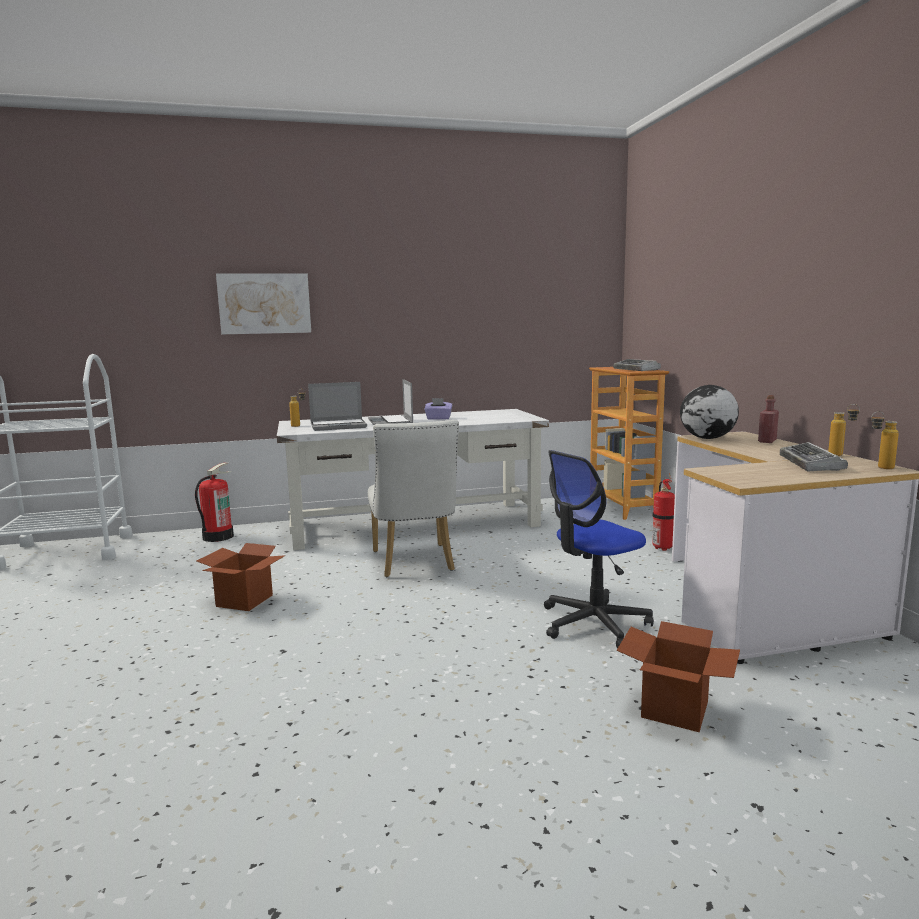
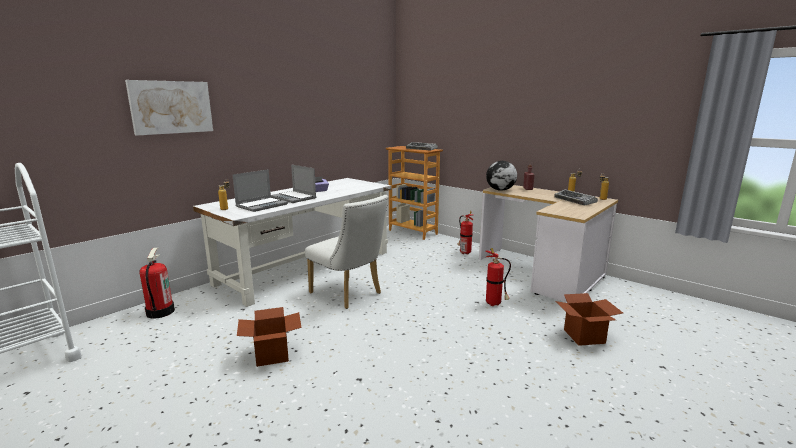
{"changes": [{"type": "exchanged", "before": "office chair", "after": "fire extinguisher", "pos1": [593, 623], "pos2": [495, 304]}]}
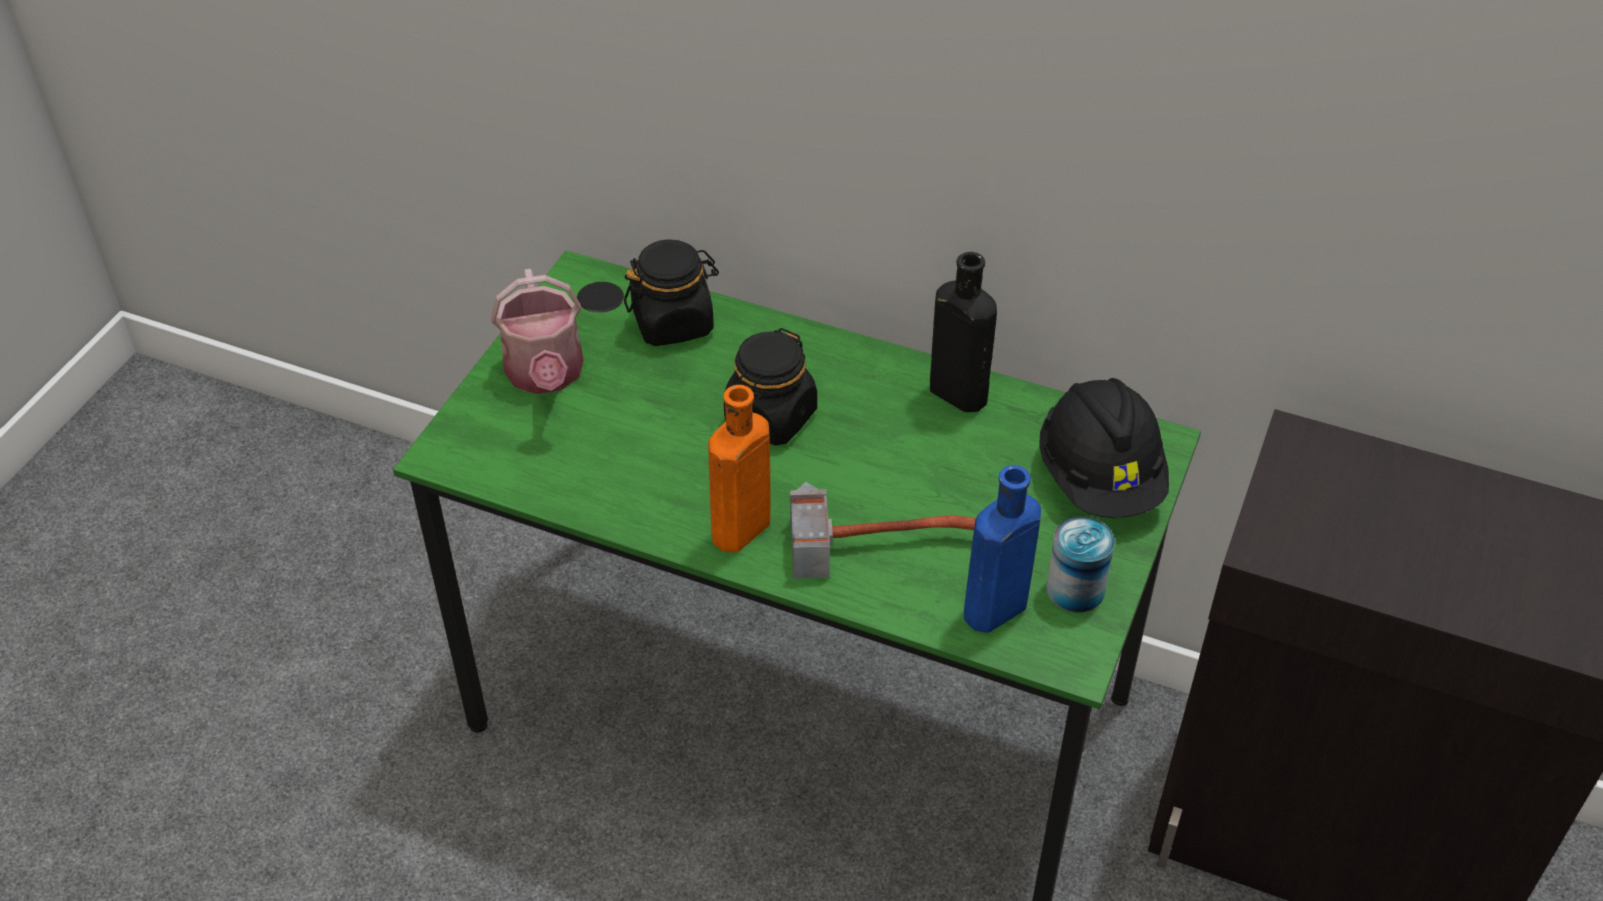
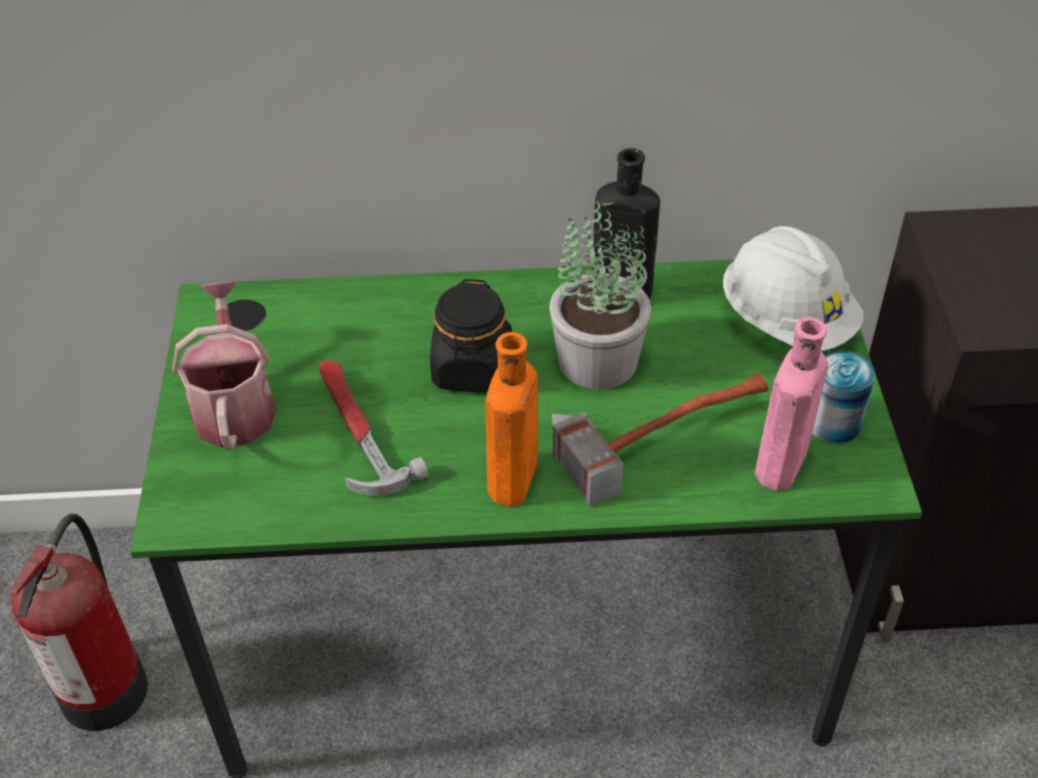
{"changes": [{"type": "spun", "before": "sprinkling can", "pos1": [546, 375], "pos2": [234, 405], "turn": -150}, {"type": "missing", "before": "jar in blackish", "pos1": [673, 322]}, {"type": "colour", "before": "bottle in blue-coloured", "after": "bottle in pink-coloured", "pos1": [991, 612], "pos2": [779, 469]}, {"type": "colour", "before": "hard hat in blackish", "after": "hard hat in whitish", "pos1": [1100, 478], "pos2": [786, 321]}, {"type": "appeared", "after": "fire extinguisher", "pos2": [106, 686]}, {"type": "appeared", "after": "tool hammer", "pos2": [357, 431]}, {"type": "appeared", "after": "plant in a pot", "pos2": [596, 360]}]}
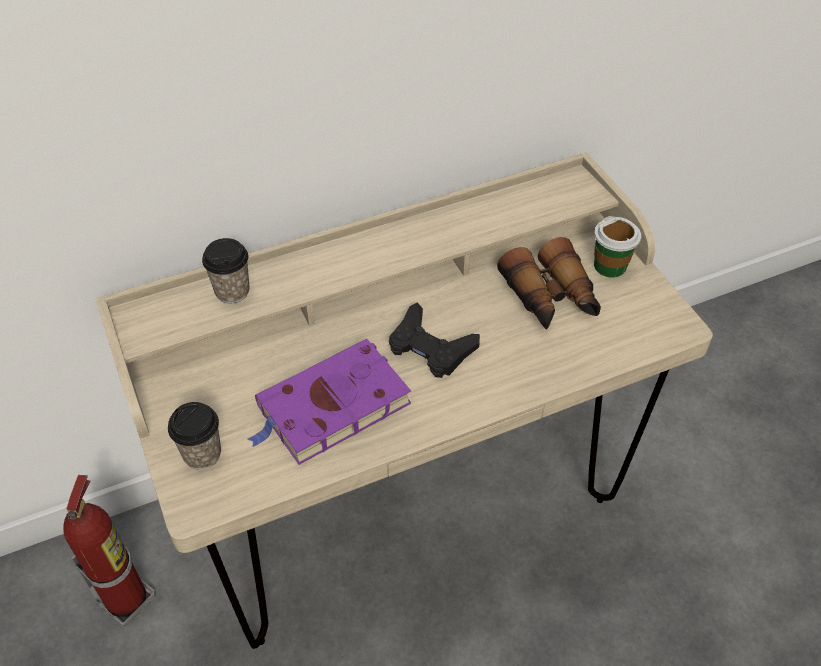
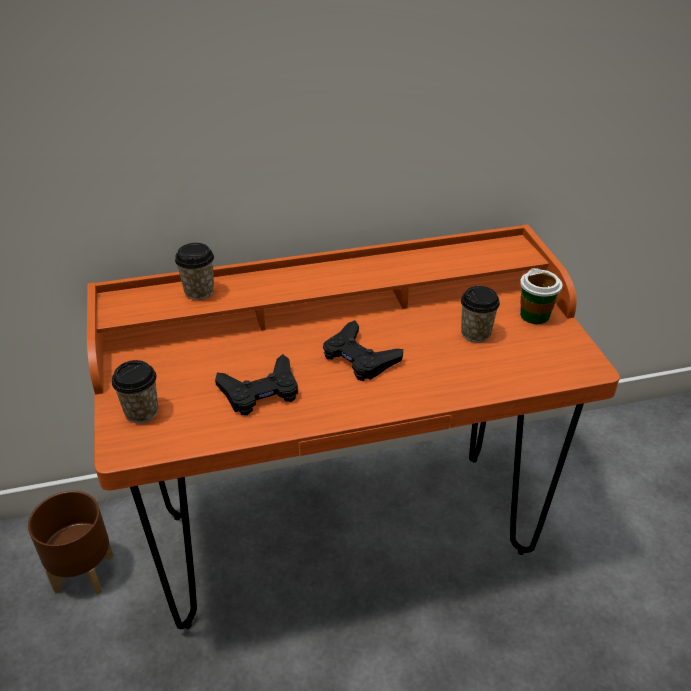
{"changes": [{"type": "exchanged", "before": "fire extinguisher", "after": "planter in brown", "pos1": [127, 599], "pos2": [84, 572]}, {"type": "colour", "before": "desk unit in beige", "after": "desk unit in orange-coloured", "pos1": [409, 507], "pos2": [344, 533]}, {"type": "exchanged", "before": "book in purple-coloured", "after": "game controller in blackish", "pos1": [330, 408], "pos2": [260, 391]}, {"type": "exchanged", "before": "binoculars", "after": "drinking cup", "pos1": [551, 298], "pos2": [475, 333]}]}
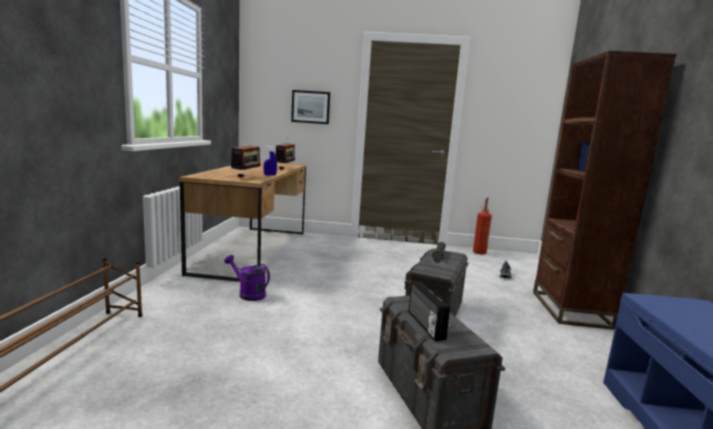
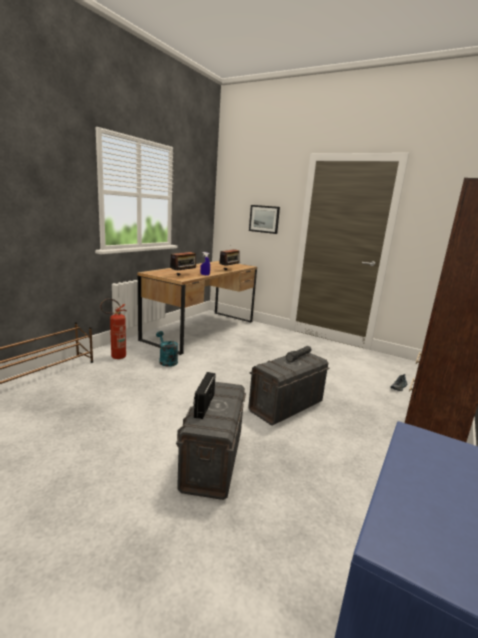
{"changes": [{"type": "colour", "before": "sprinkling can in purple-coloured", "after": "sprinkling can in blue-green", "pos1": [248, 294], "pos2": [166, 361]}, {"type": "relocated", "before": "fire extinguisher", "pos1": [479, 253], "pos2": [115, 357]}]}
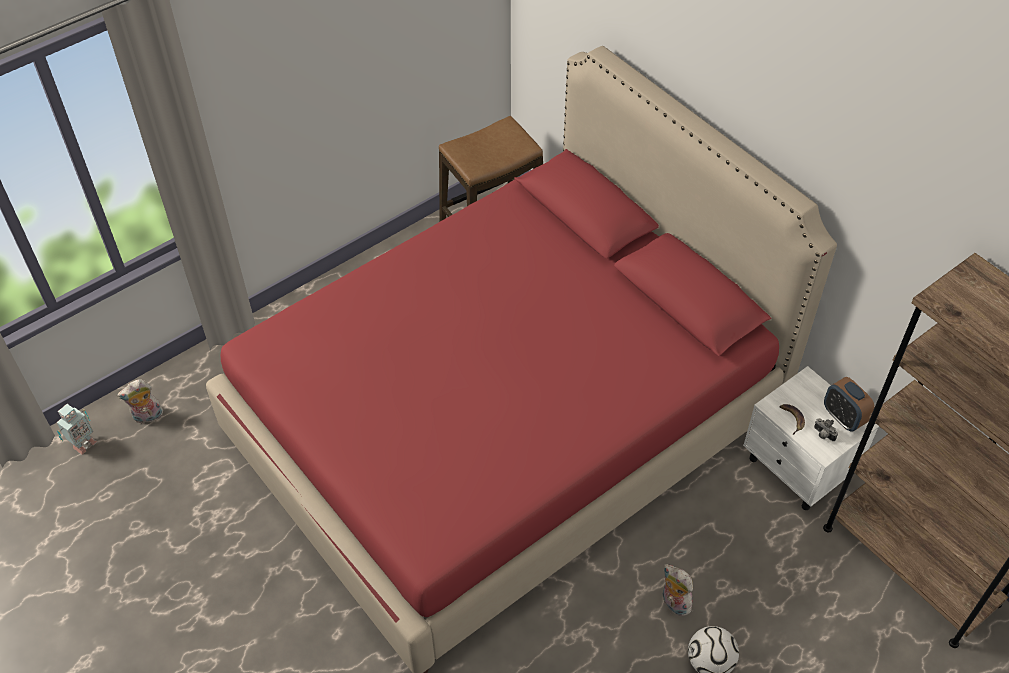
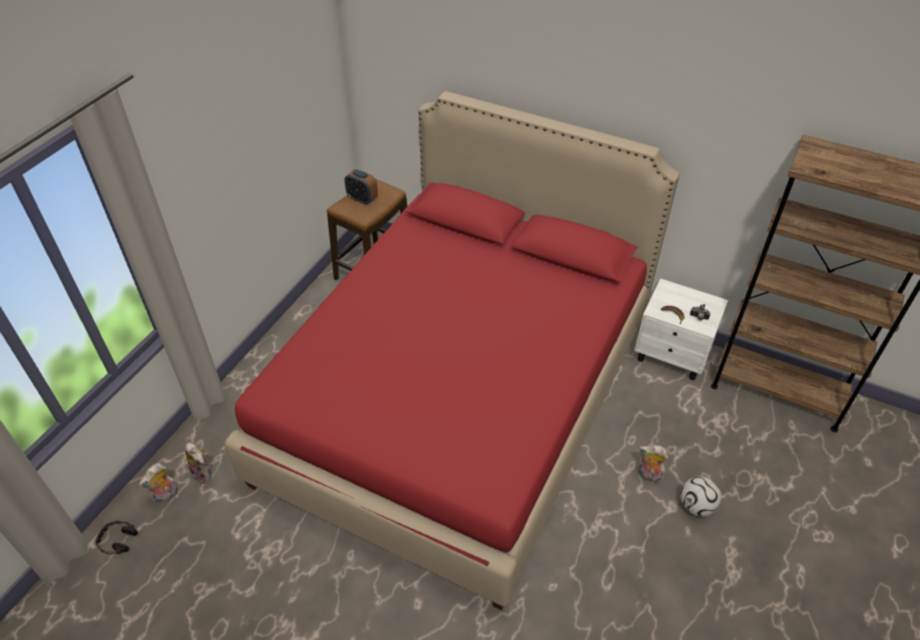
{"changes": [{"type": "exchanged", "before": "robot figure", "after": "headset", "pos1": [83, 444], "pos2": [117, 540]}, {"type": "relocated", "before": "bedside clock", "pos1": [843, 417], "pos2": [362, 199]}, {"type": "appeared", "after": "cuddly toy", "pos2": [204, 474]}]}
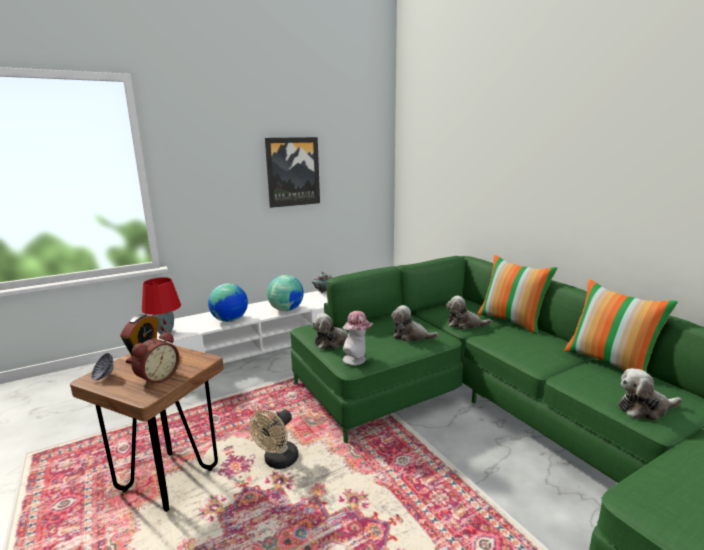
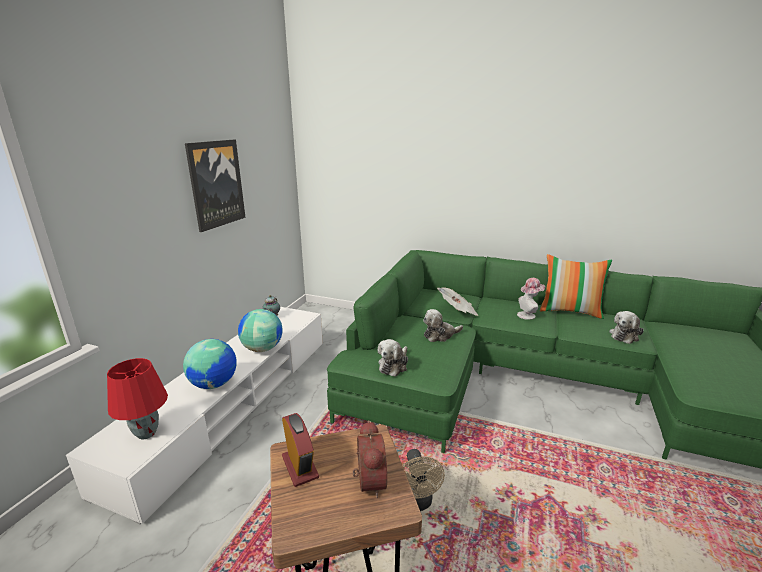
{"changes": [{"type": "missing", "before": "bowl", "pos1": [104, 376]}, {"type": "relocated", "before": "hat", "pos1": [357, 360], "pos2": [528, 315]}, {"type": "exchanged", "before": "cuddly toy", "after": "newspaper", "pos1": [464, 324], "pos2": [457, 311]}, {"type": "missing", "before": "pillow", "pos1": [511, 321]}]}
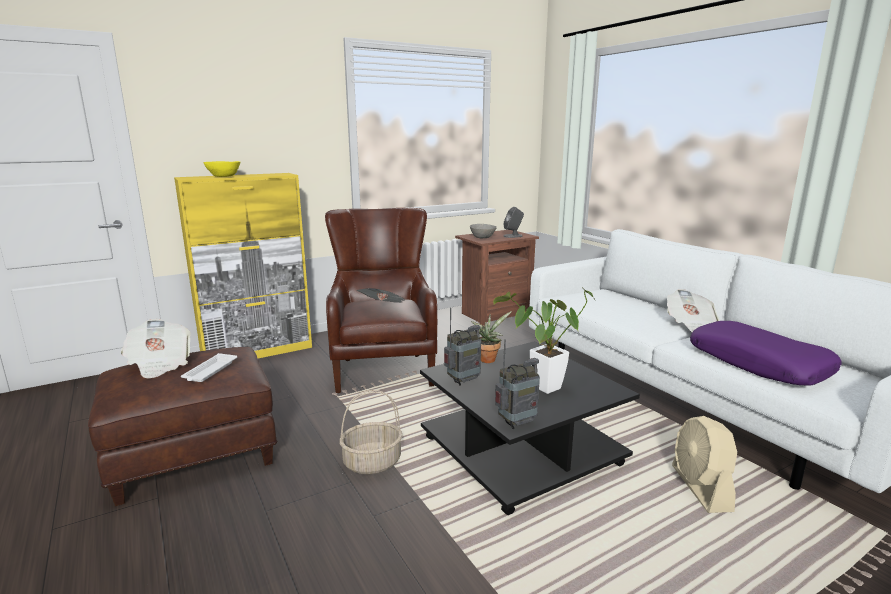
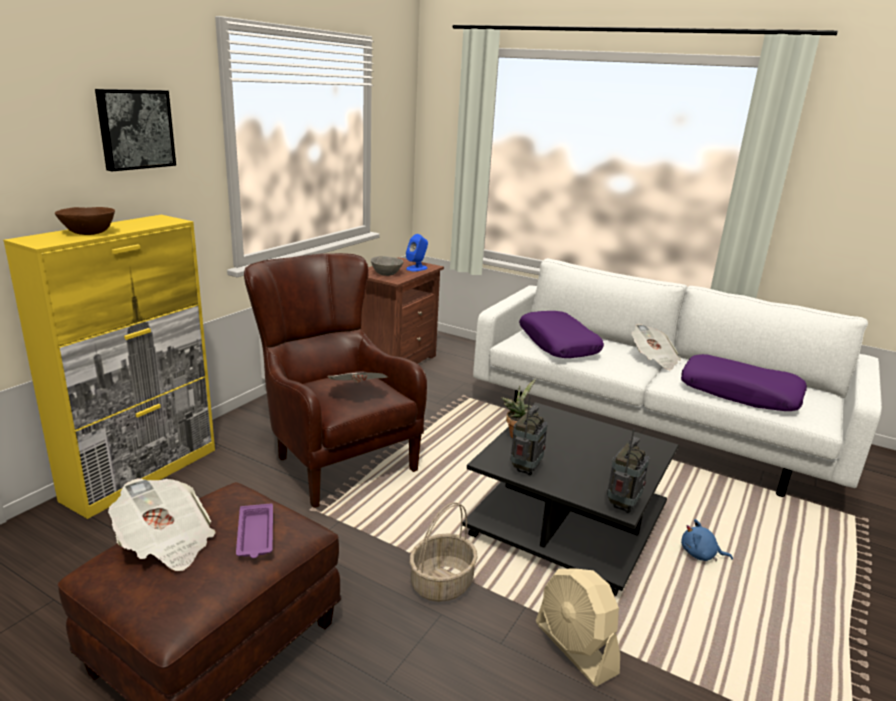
{"changes": [{"type": "colour", "before": "tray in whitish", "after": "tray in purple-coloured", "pos1": [209, 371], "pos2": [255, 535]}, {"type": "colour", "before": "bowl in yellowish", "after": "bowl in brown", "pos1": [224, 176], "pos2": [89, 232]}, {"type": "missing", "before": "plant in a pot", "pos1": [542, 389]}, {"type": "colour", "before": "speaker in grey", "after": "speaker in blue-coloured", "pos1": [513, 236], "pos2": [417, 268]}, {"type": "relocated", "before": "electric fan in beige", "pos1": [700, 488], "pos2": [575, 648]}, {"type": "appeared", "after": "wall art", "pos2": [135, 129]}, {"type": "appeared", "after": "pillow in purple-coloured", "pos2": [558, 344]}, {"type": "appeared", "after": "cuddly toy in blue-coloured", "pos2": [700, 555]}]}
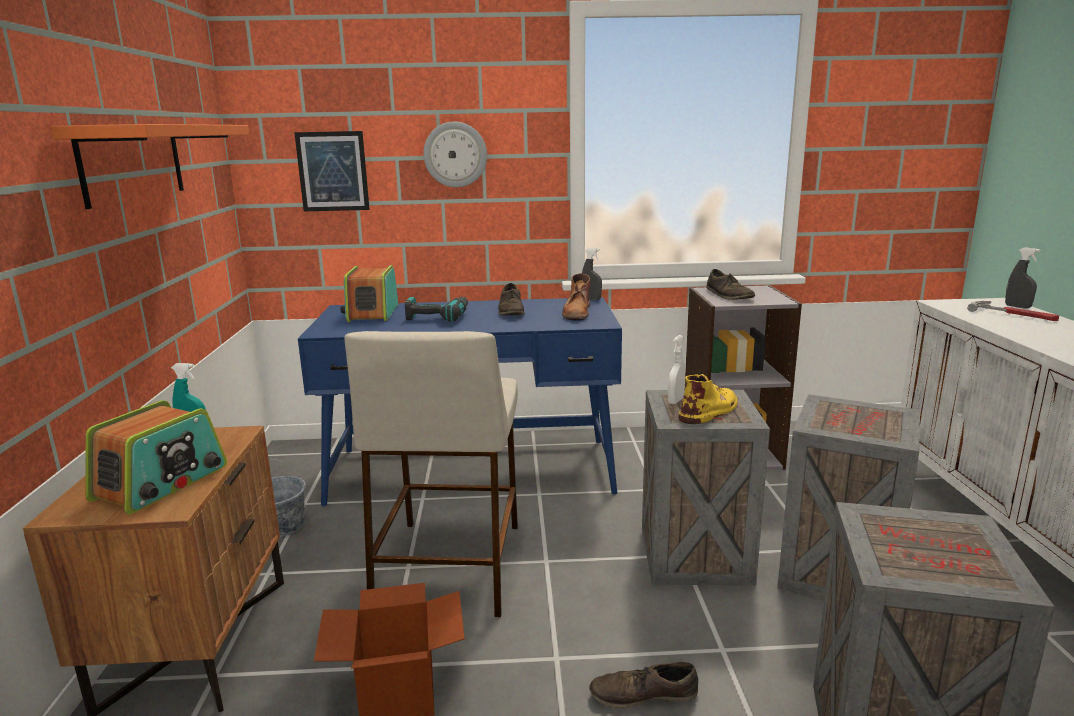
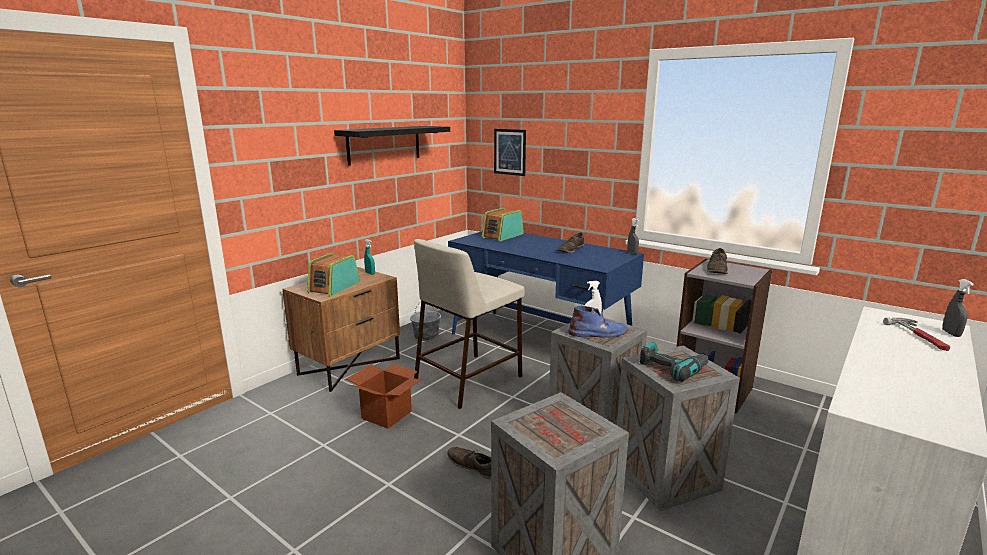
{"changes": [{"type": "colour", "before": "wall shelf in orange-coloured", "after": "wall shelf in blackish", "pos1": [133, 162], "pos2": [384, 144]}, {"type": "spun", "before": "radio receiver", "pos1": [162, 483], "pos2": [333, 287], "turn": 135}, {"type": "relocated", "before": "electric drill", "pos1": [438, 317], "pos2": [672, 368]}, {"type": "missing", "before": "wall clock", "pos1": [455, 154]}, {"type": "missing", "before": "boot in brown", "pos1": [577, 312]}, {"type": "colour", "before": "boot in yellowish", "after": "boot in blue-coloured", "pos1": [709, 410], "pos2": [598, 333]}]}
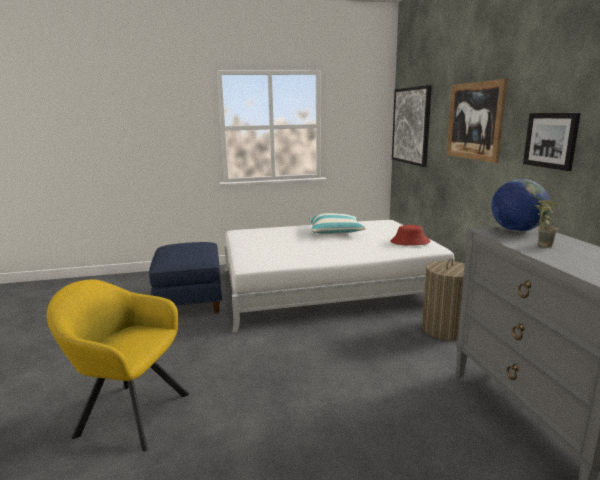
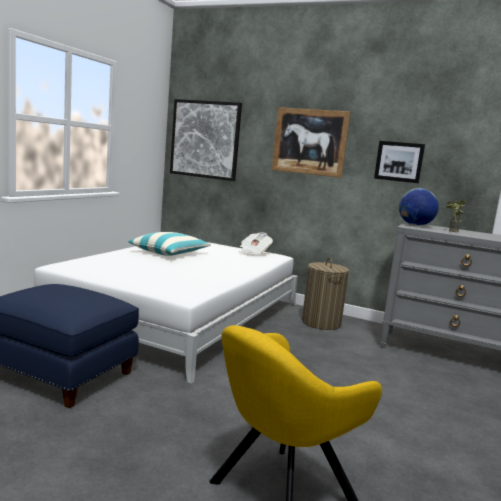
{"changes": [{"type": "exchanged", "before": "hat in reddish", "after": "newspaper", "pos1": [410, 242], "pos2": [253, 253]}]}
